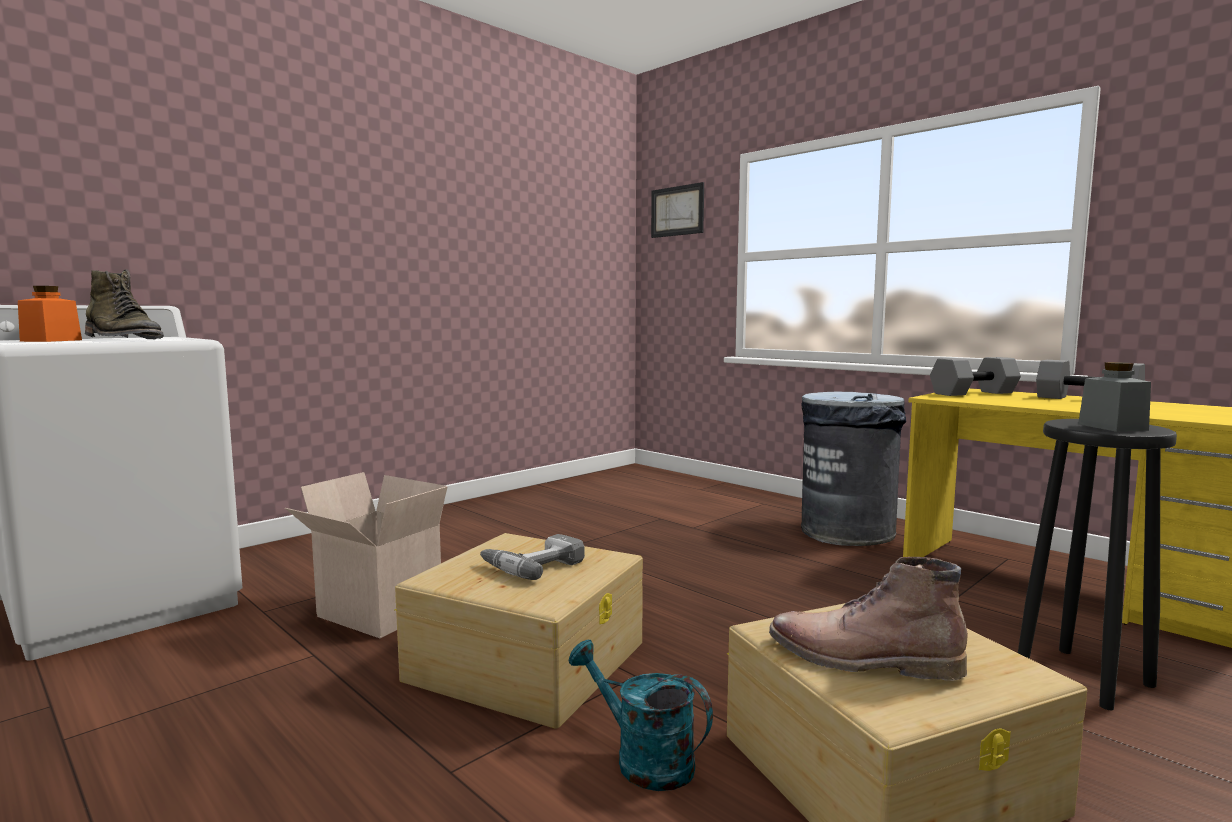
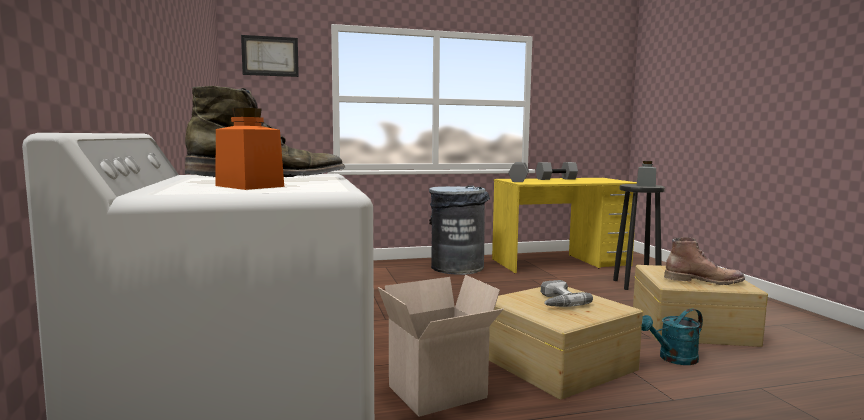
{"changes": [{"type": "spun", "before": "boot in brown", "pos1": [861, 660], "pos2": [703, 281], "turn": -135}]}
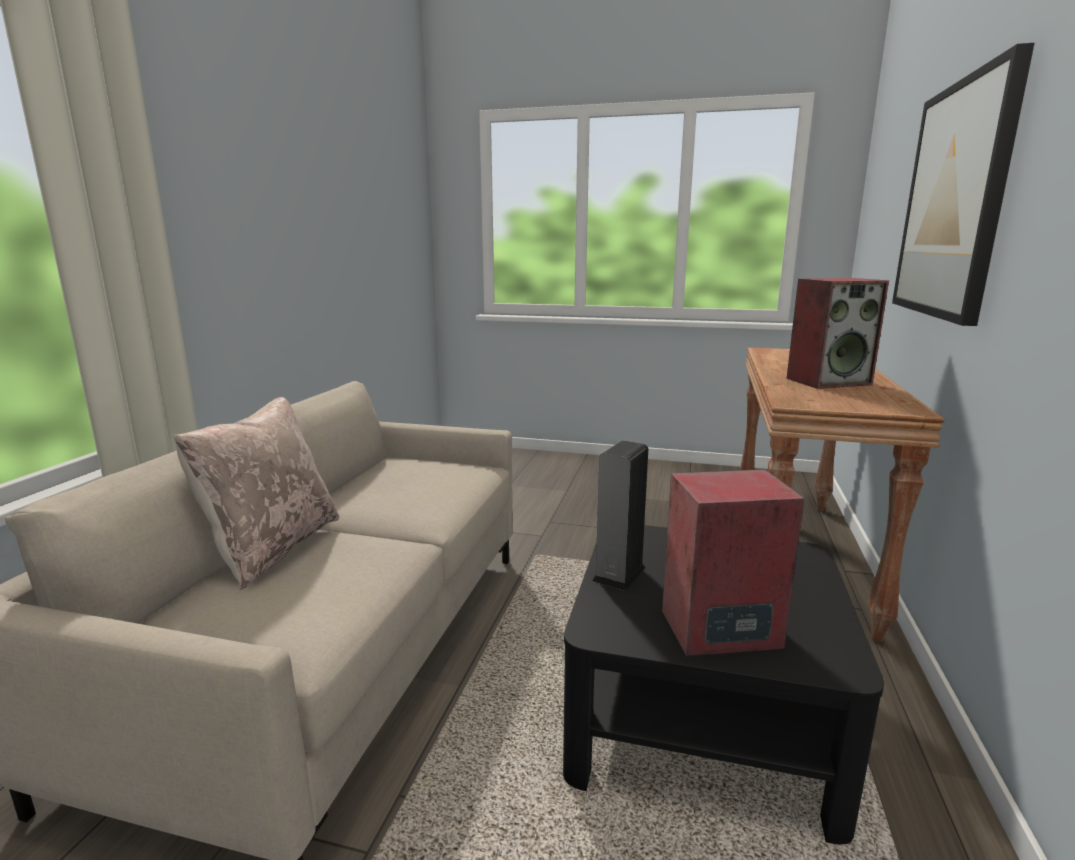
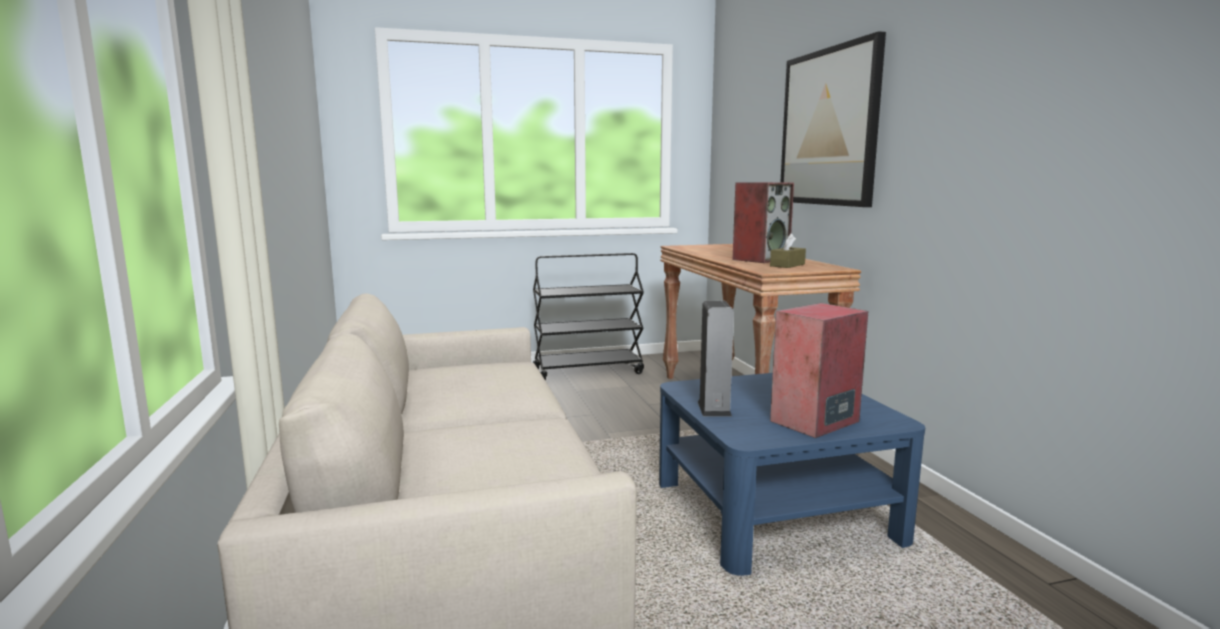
{"changes": [{"type": "missing", "before": "pillow in beige", "pos1": [272, 548]}, {"type": "colour", "before": "coffee table in blackish", "after": "coffee table in blue-coloured", "pos1": [699, 714], "pos2": [773, 510]}, {"type": "appeared", "after": "cart in blackish", "pos2": [588, 371]}, {"type": "appeared", "after": "tissue box in brown", "pos2": [787, 265]}]}
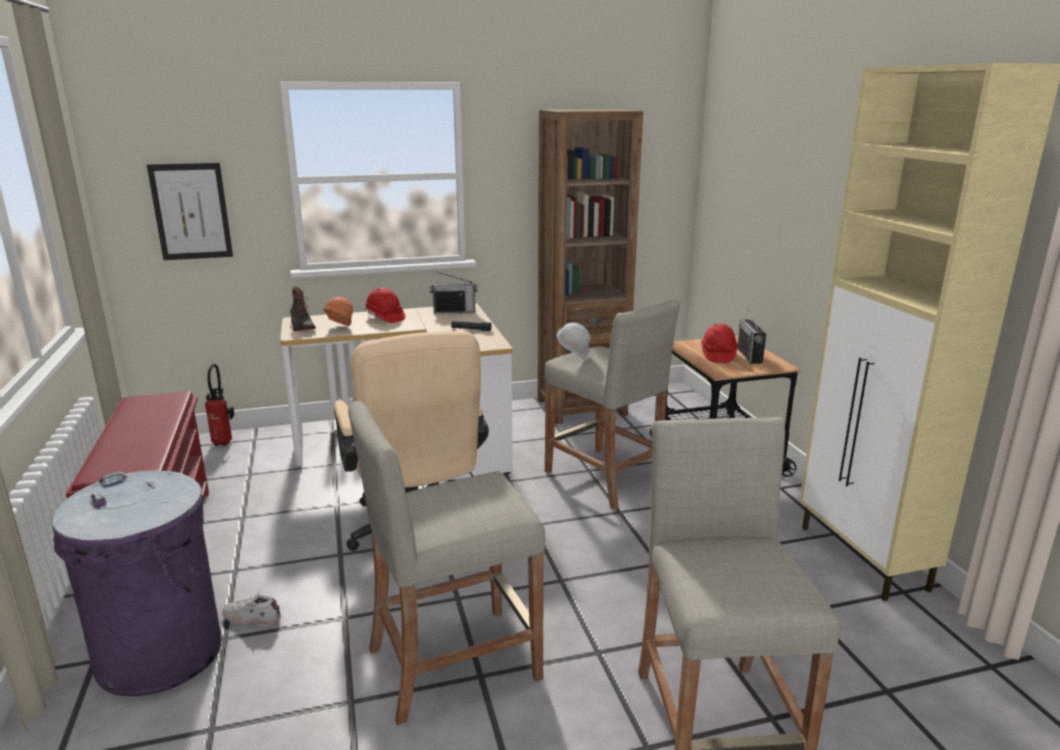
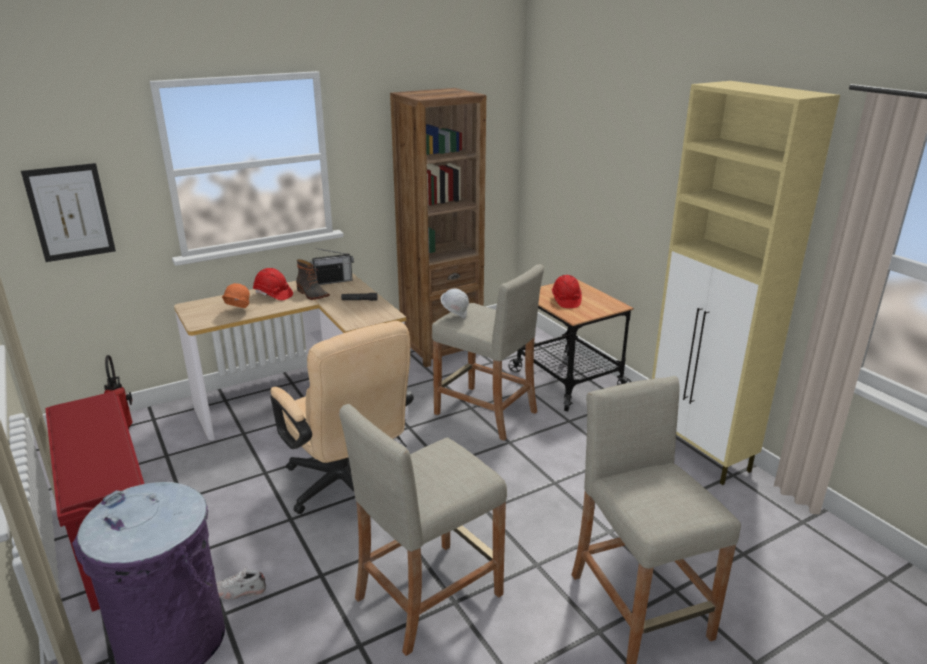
{"changes": [{"type": "relocated", "before": "boot", "pos1": [301, 326], "pos2": [312, 294]}, {"type": "missing", "before": "radio receiver", "pos1": [749, 356]}]}
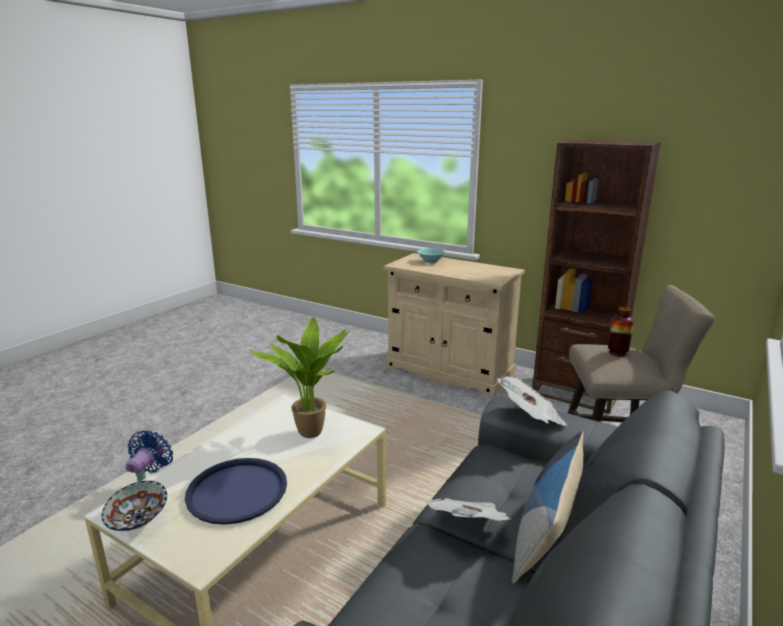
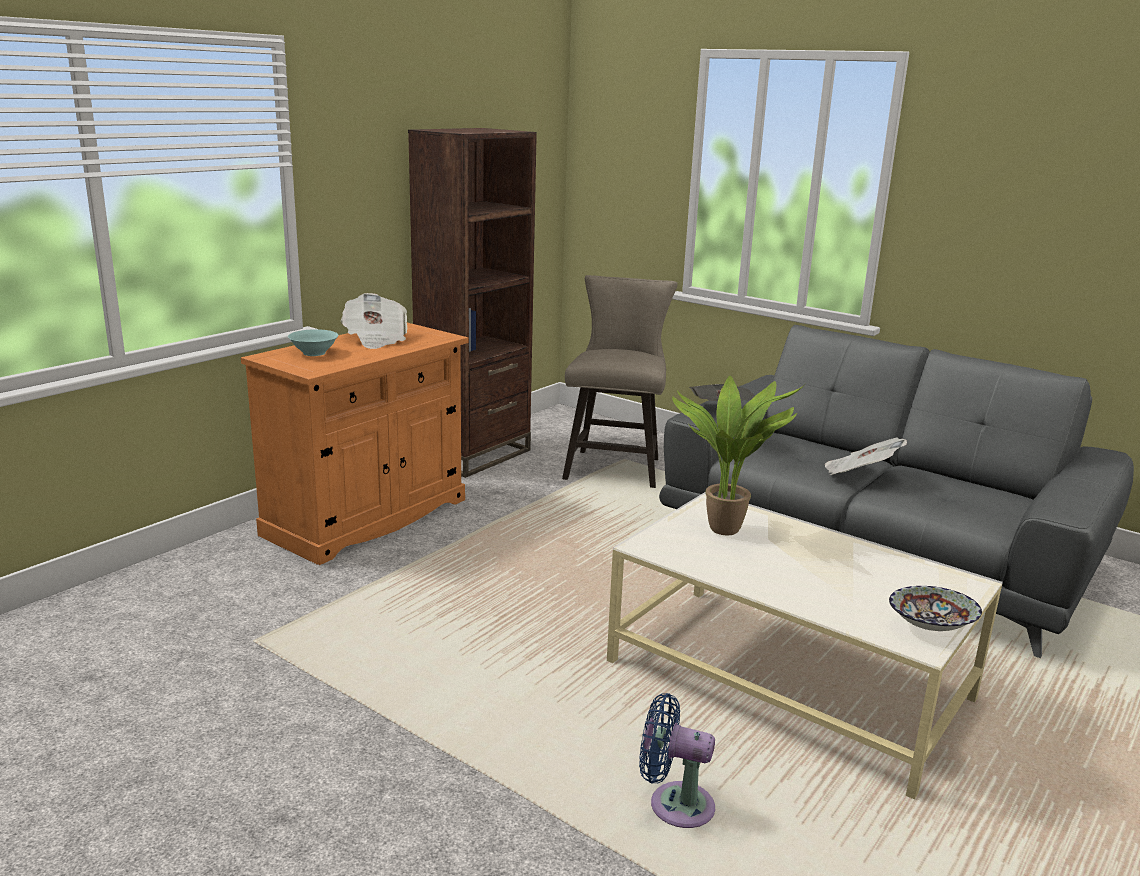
{"changes": [{"type": "missing", "before": "tray in blue-coloured", "pos1": [237, 491]}, {"type": "colour", "before": "cabinet in beige", "after": "cabinet in orange-coloured", "pos1": [449, 371], "pos2": [367, 517]}, {"type": "missing", "before": "pillow", "pos1": [547, 531]}, {"type": "missing", "before": "decorative vase", "pos1": [617, 353]}, {"type": "appeared", "after": "newspaper", "pos2": [375, 339]}]}
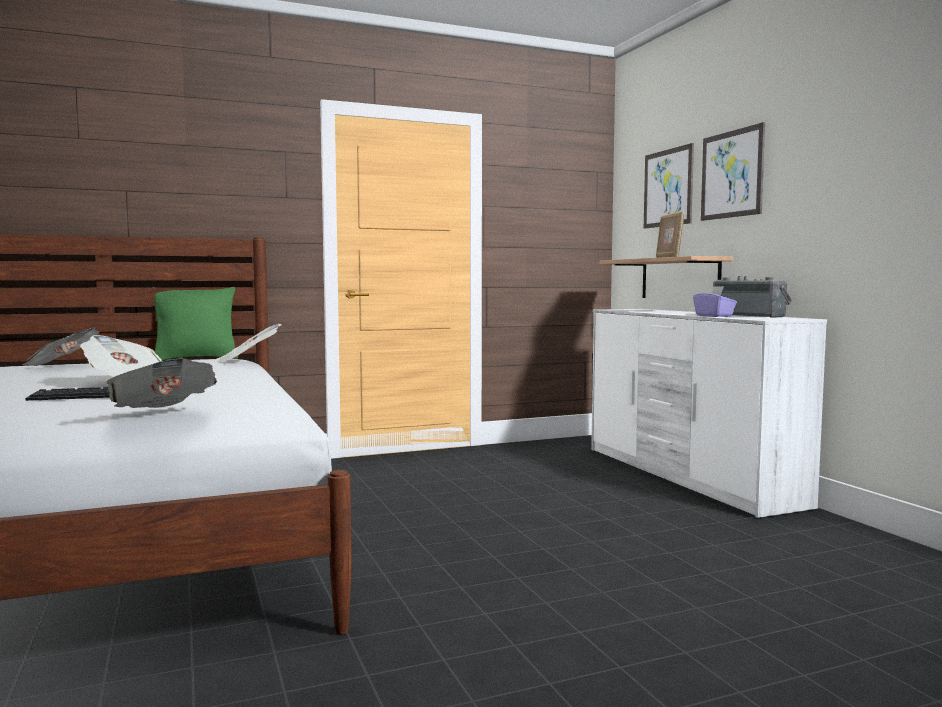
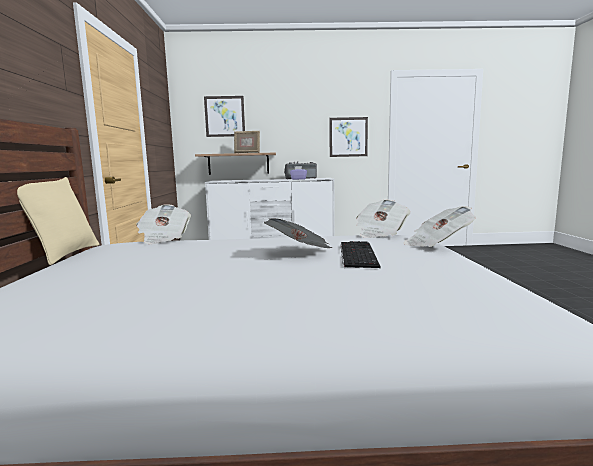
{"changes": [{"type": "relocated", "before": "newspaper", "pos1": [62, 367], "pos2": [380, 233]}, {"type": "colour", "before": "pillow in green-coloured", "after": "pillow in beige", "pos1": [196, 359], "pos2": [65, 254]}, {"type": "relocated", "before": "wall art", "pos1": [732, 174], "pos2": [348, 137]}]}
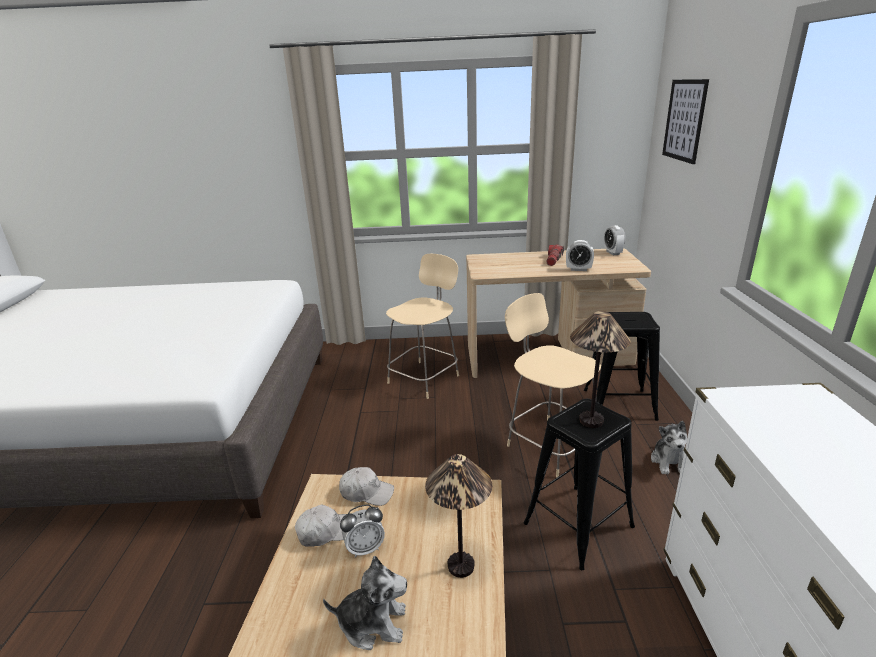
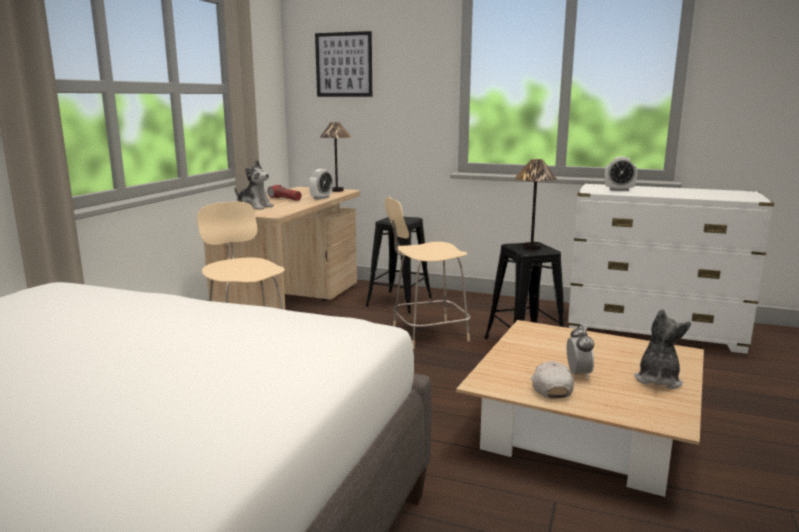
{"changes": [{"type": "missing", "before": "peaked cap in whitish", "pos1": [366, 492]}, {"type": "relocated", "before": "tabletop lamp", "pos1": [461, 566], "pos2": [337, 190]}, {"type": "relocated", "before": "bedside clock", "pos1": [613, 253], "pos2": [619, 190]}, {"type": "relocated", "before": "cuddly toy", "pos1": [669, 462], "pos2": [254, 207]}]}
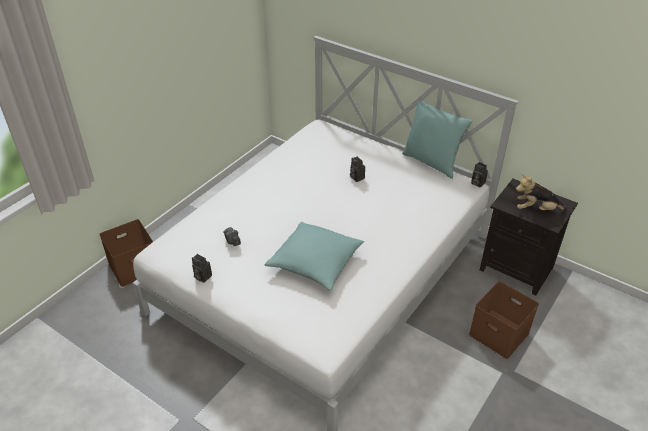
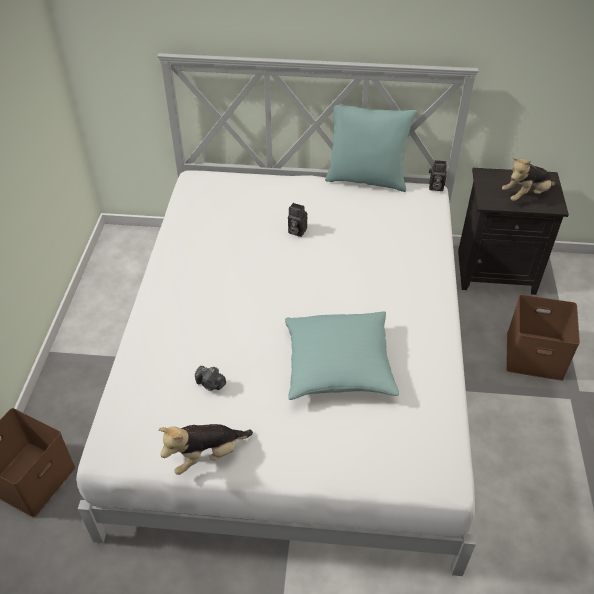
{"changes": [{"type": "exchanged", "before": "photo camera", "after": "cuddly toy", "pos1": [201, 277], "pos2": [207, 456]}]}
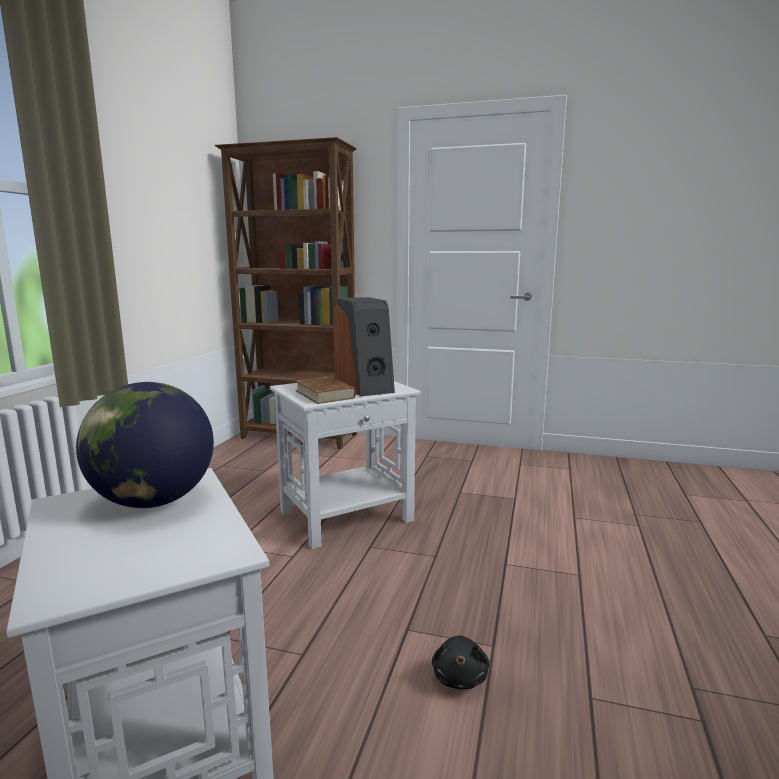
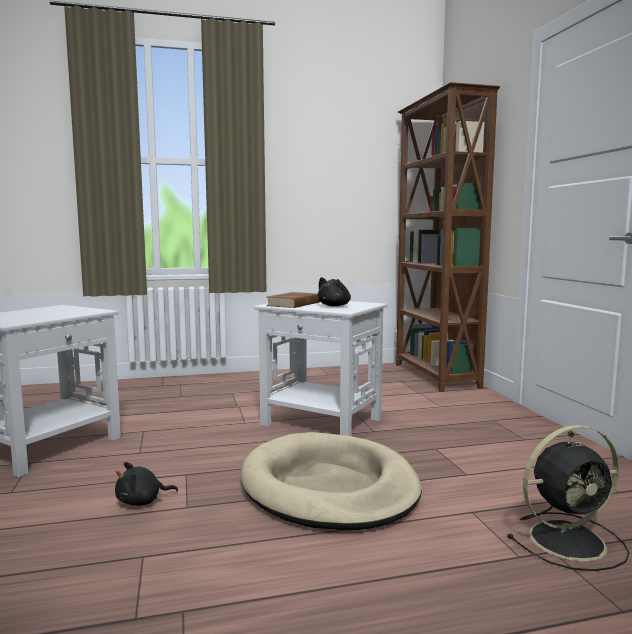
{"changes": [{"type": "missing", "before": "globe", "pos1": [153, 501]}, {"type": "exchanged", "before": "speaker", "after": "cuddly toy in blackish", "pos1": [365, 386], "pos2": [335, 306]}, {"type": "appeared", "after": "pet bed in beige", "pos2": [329, 487]}, {"type": "appeared", "after": "electric fan in blackish", "pos2": [569, 540]}]}
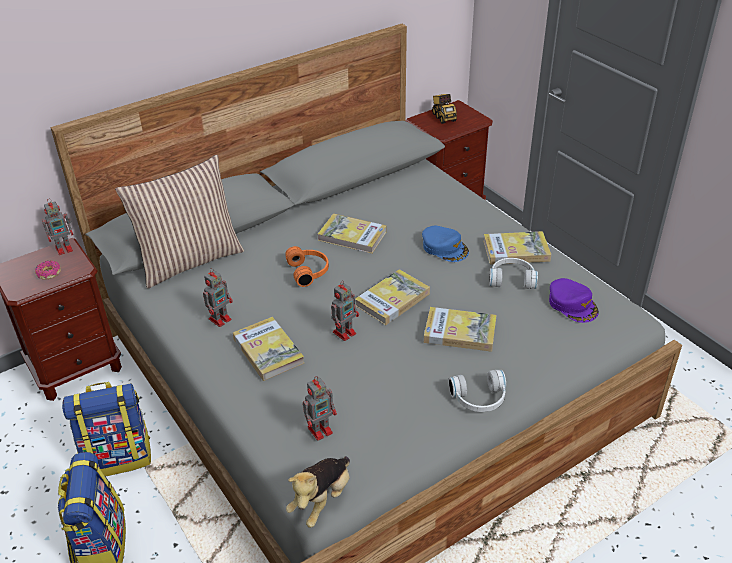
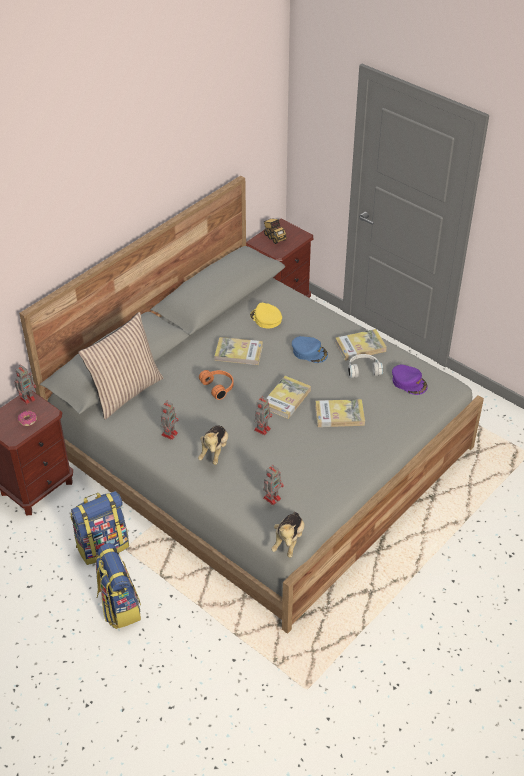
{"changes": [{"type": "exchanged", "before": "book", "after": "cuddly toy", "pos1": [268, 351], "pos2": [214, 451]}, {"type": "missing", "before": "headset in whitish", "pos1": [479, 399]}, {"type": "appeared", "after": "peaked cap in yellowish", "pos2": [266, 318]}]}
